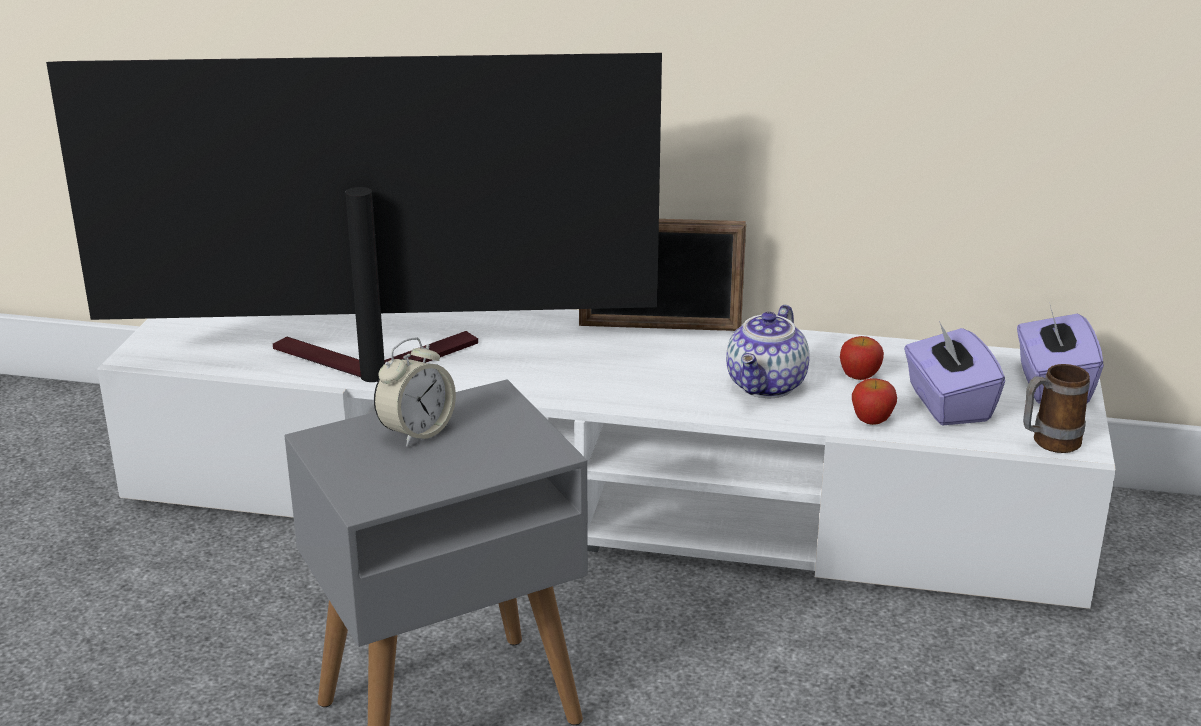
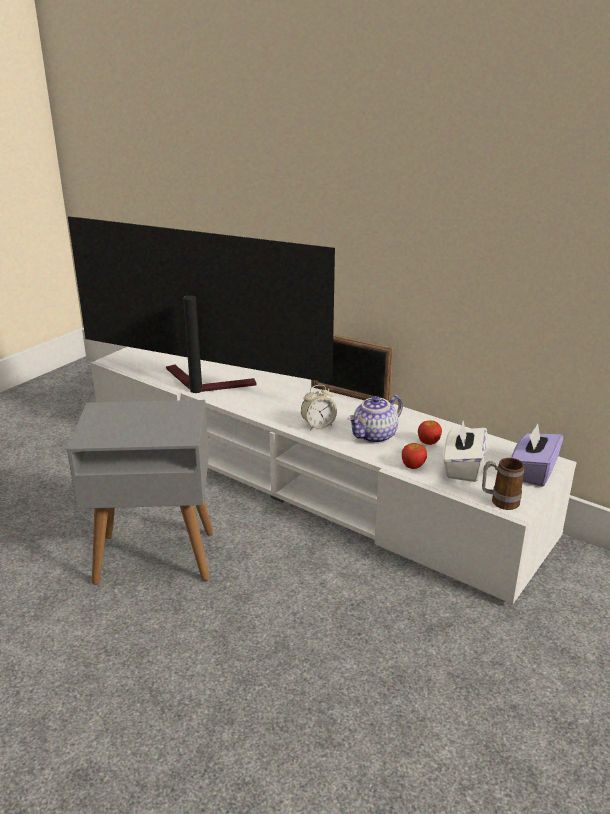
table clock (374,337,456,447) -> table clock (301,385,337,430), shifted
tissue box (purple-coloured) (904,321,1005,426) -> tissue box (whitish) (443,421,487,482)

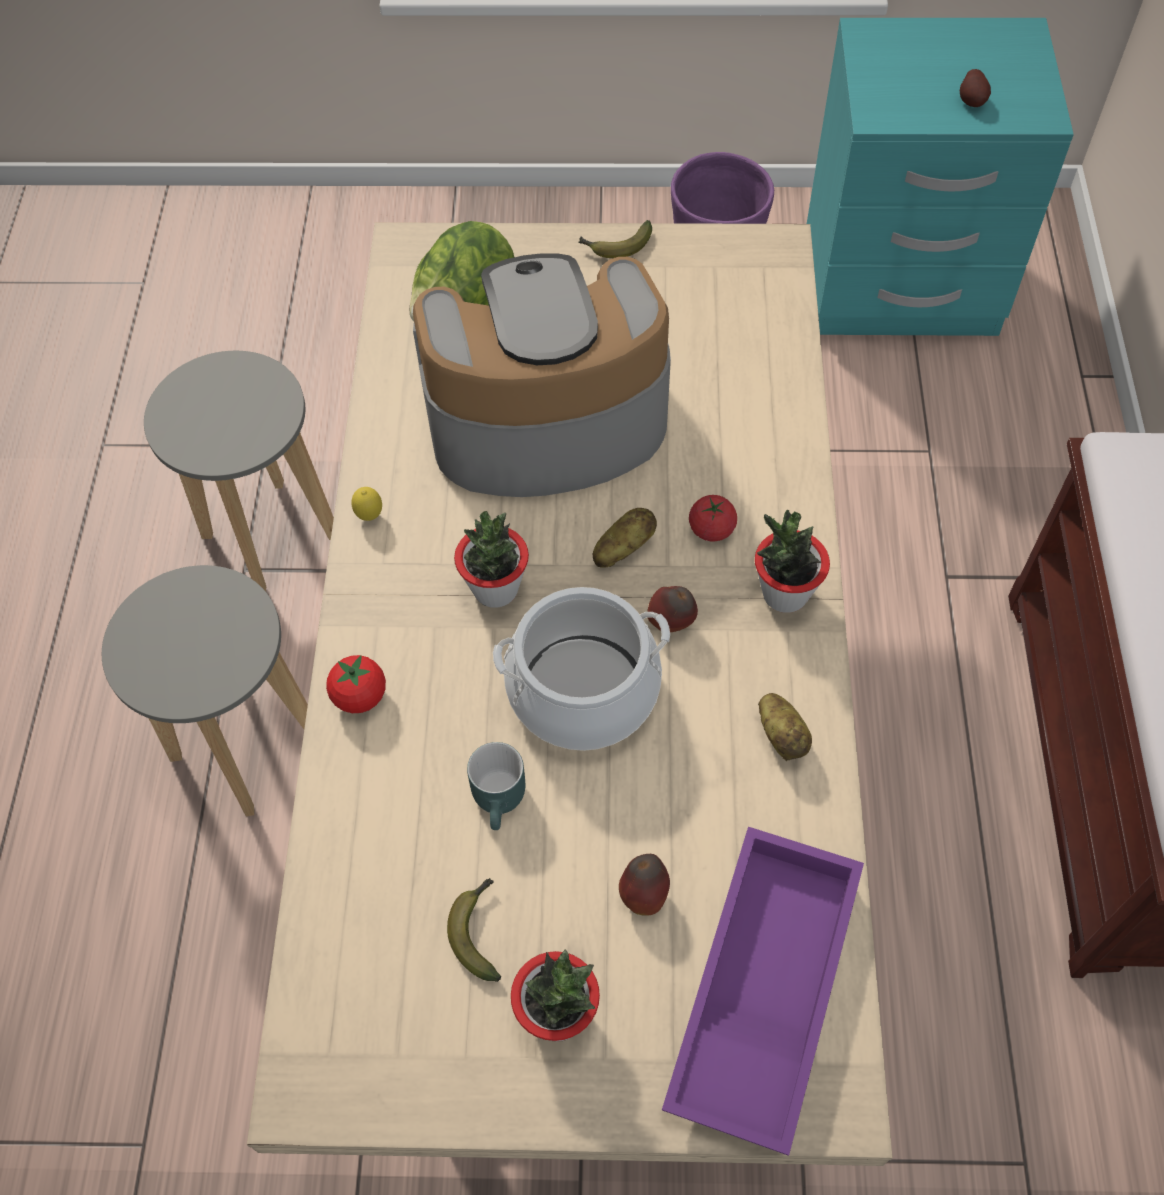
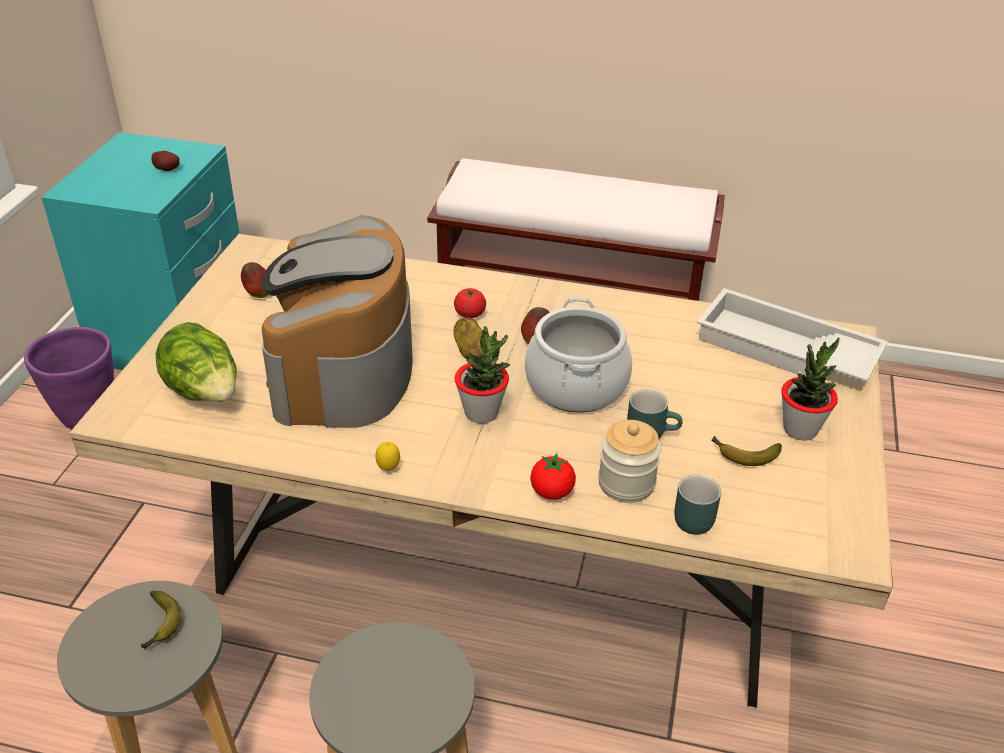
potted plant (755,510,830,613) -> none
spud (758,693,812,761) -> none
none -> preserve jar (598,420,661,503)
none -> mug (turquoise) (675,475,721,535)
banana (578,220,652,258) -> banana (141,591,181,650), shifted
apple fruit (619,854,670,916) -> apple fruit (241,262,268,298), shifted
serving tray (purple-coloured) (662,827,864,1156) -> serving tray (whitish) (697,288,888,383)

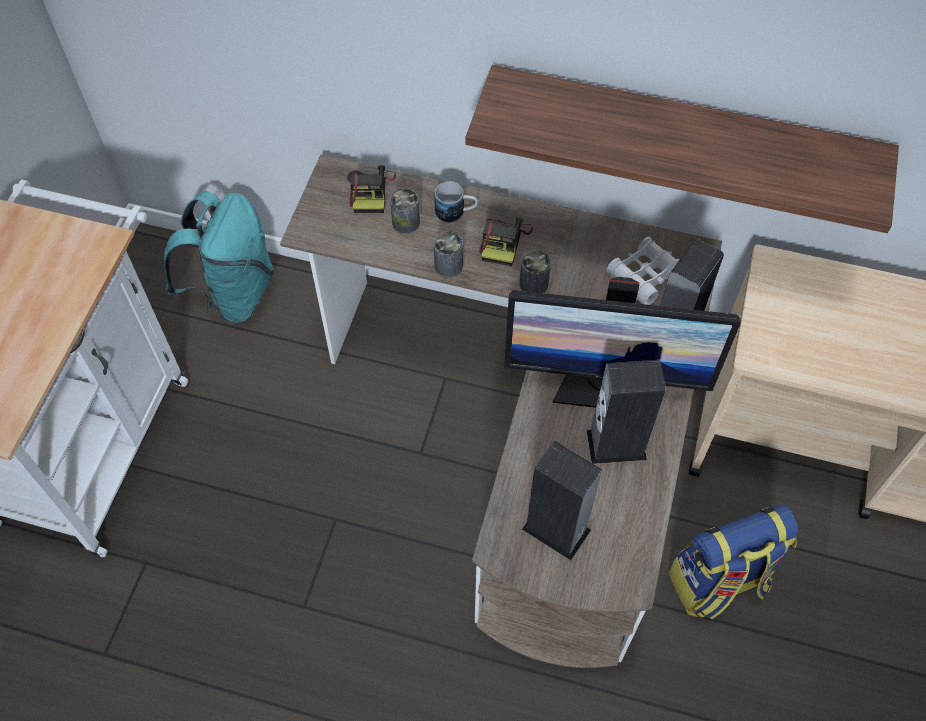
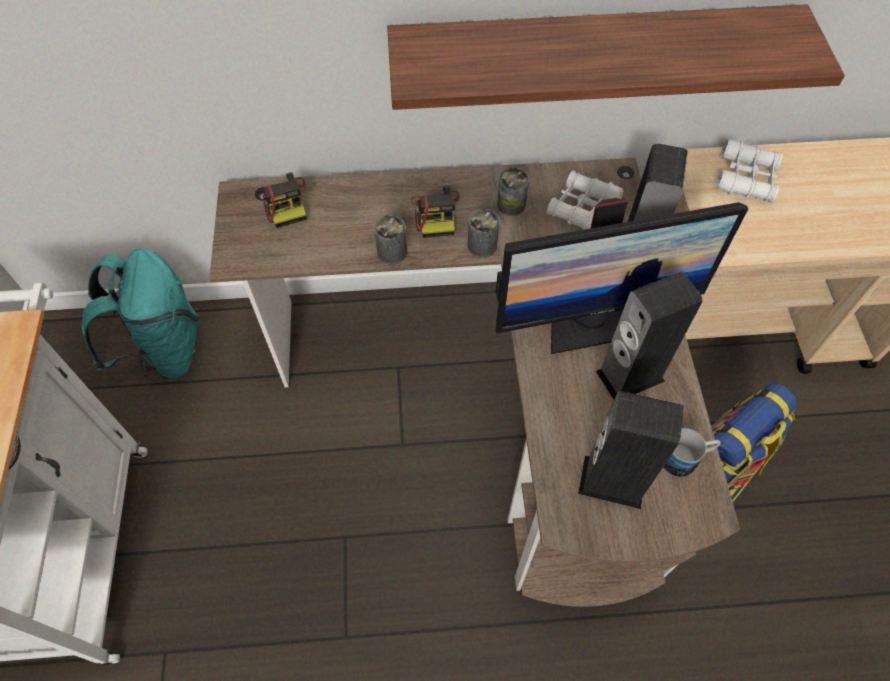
none -> field glasses (whitish) (716,139,783,203)
metal can (390,188,420,234) -> metal can (497,168,529,216), shifted
mug (434,181,478,223) -> mug (663,428,721,477), shifted

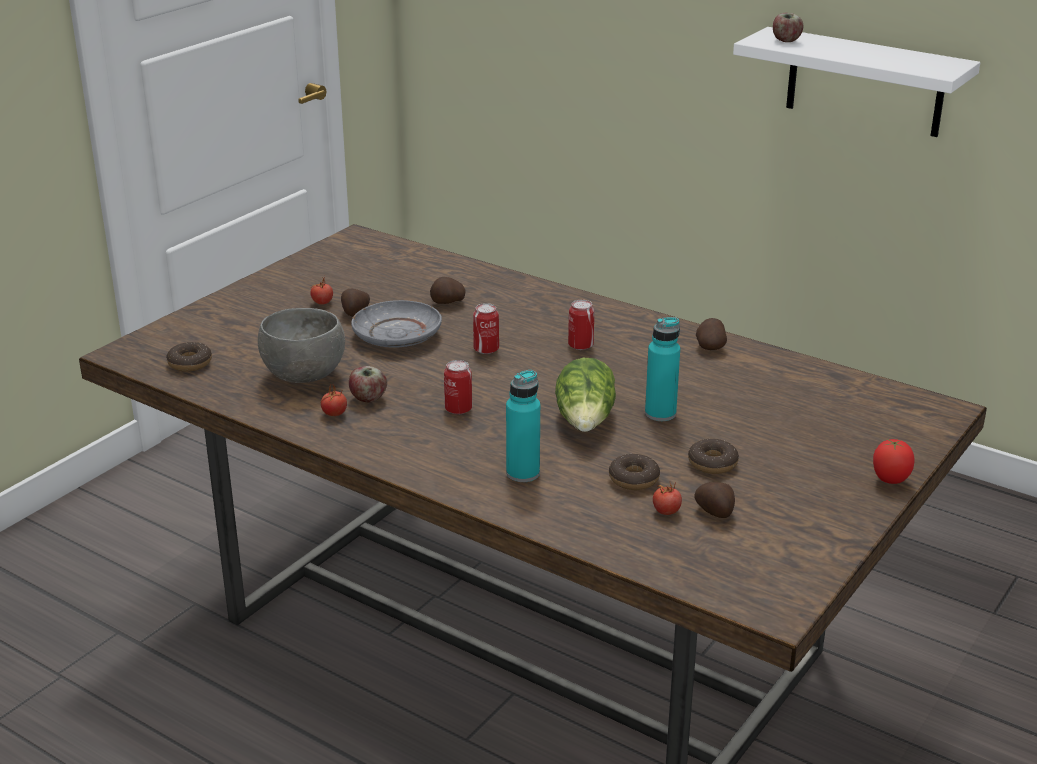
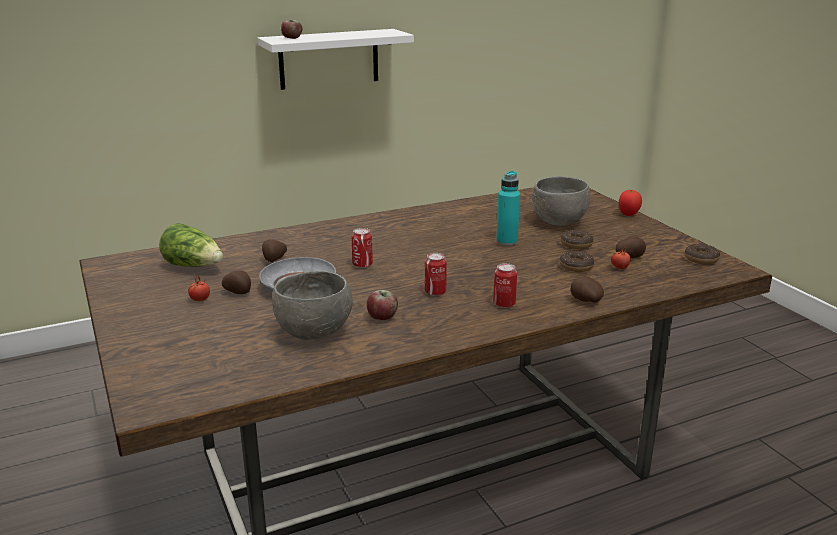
tomato (320,383,347,416) -> none
beverage bottle (turquoise) (506,370,540,482) -> none
none -> serving bowl (greyish) (532,176,591,226)
doughnut (166,342,212,372) -> doughnut (685,244,720,264), shifted
lettuce (555,358,616,432) -> lettuce (159,223,223,267), shifted
metal can (568,300,594,350) -> metal can (493,263,517,308), shifted
spud (696,318,727,350) -> spud (570,276,604,303), shifted

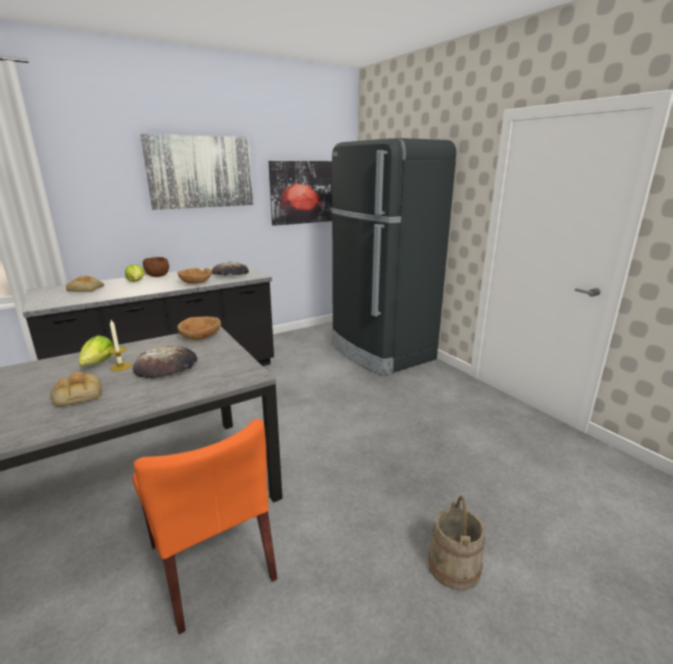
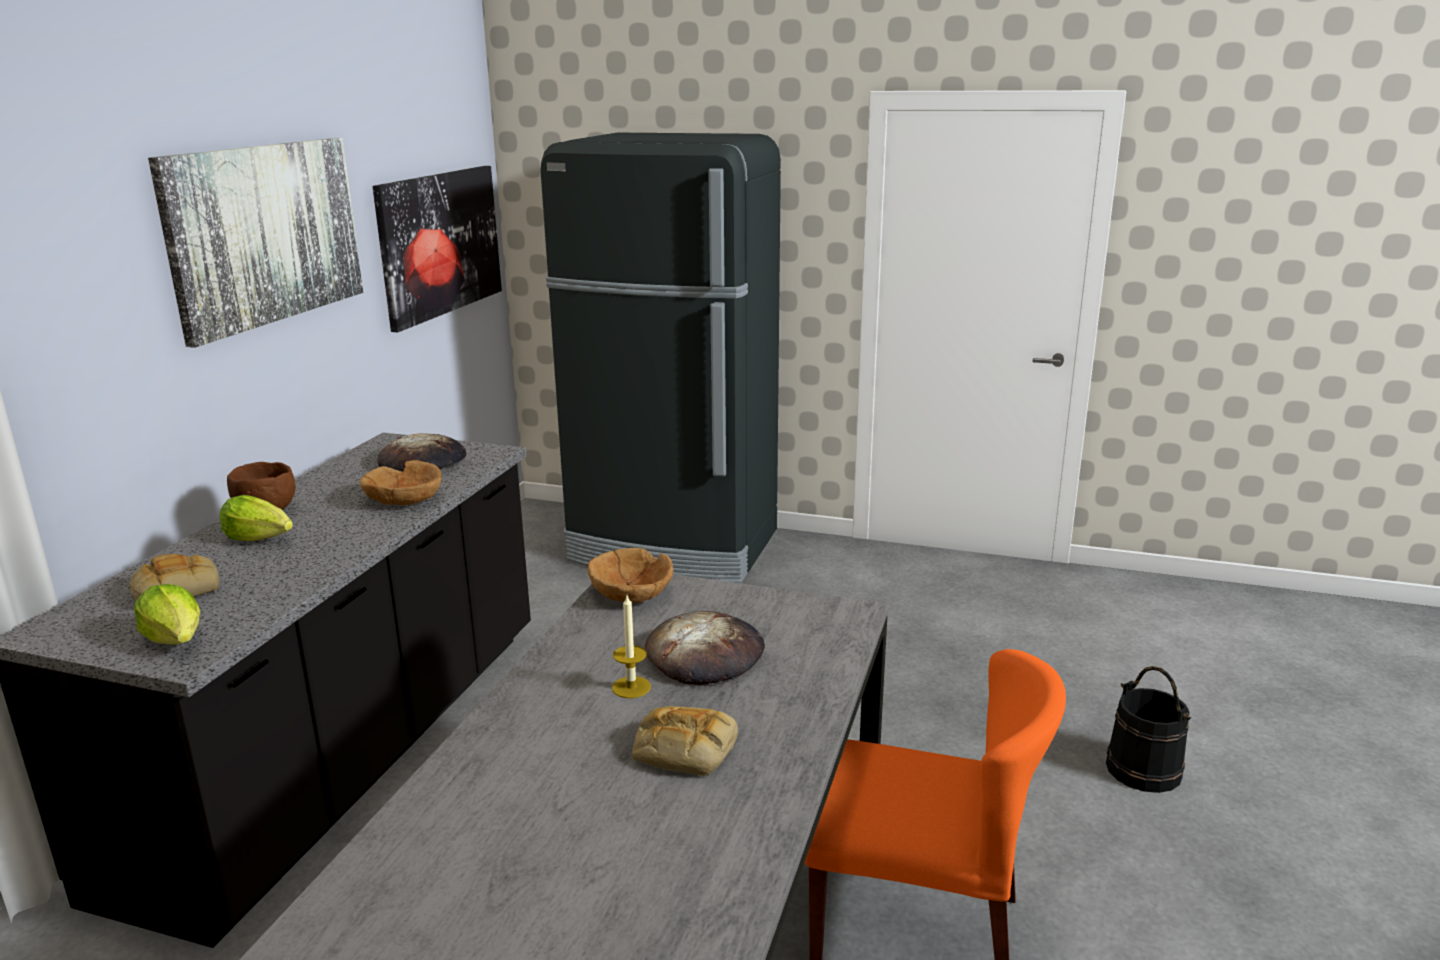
lettuce (78,336,115,366) -> lettuce (134,584,200,644), shifted
bucket (beige-coloured) (428,496,485,590) -> bucket (black-coloured) (1106,666,1191,793)

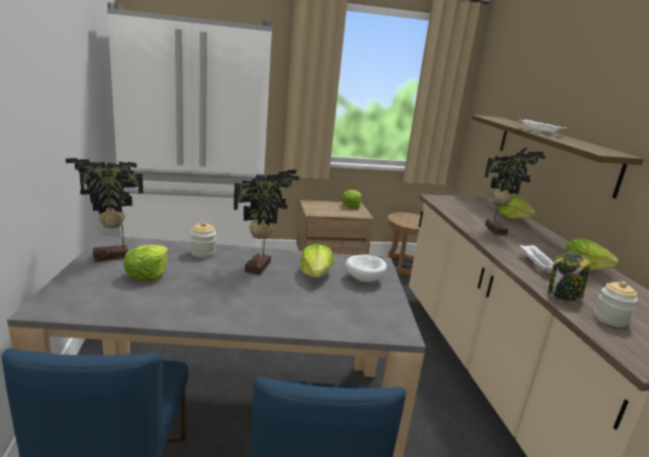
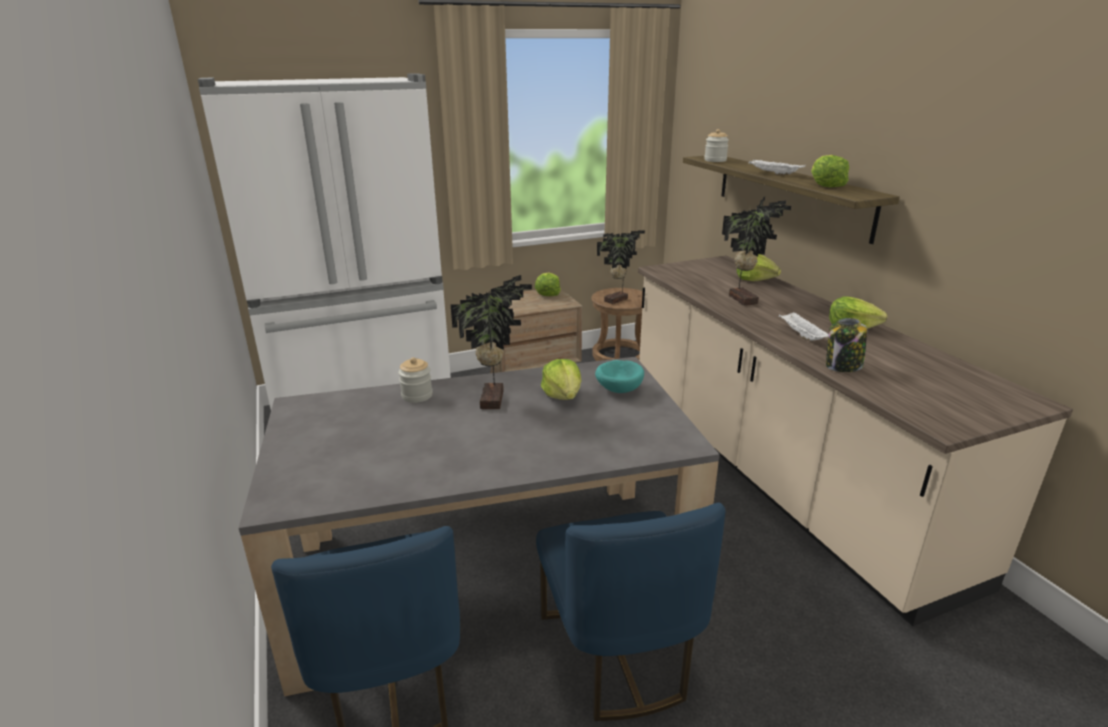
potted plant (65,158,143,261) -> potted plant (597,230,645,304), shifted
lettuce (123,245,169,281) -> lettuce (811,155,849,187), shifted
preserve jar (594,281,638,327) -> preserve jar (704,129,729,162), shifted
serving bowl (whitish) (346,255,387,282) -> serving bowl (turquoise) (595,360,644,393)

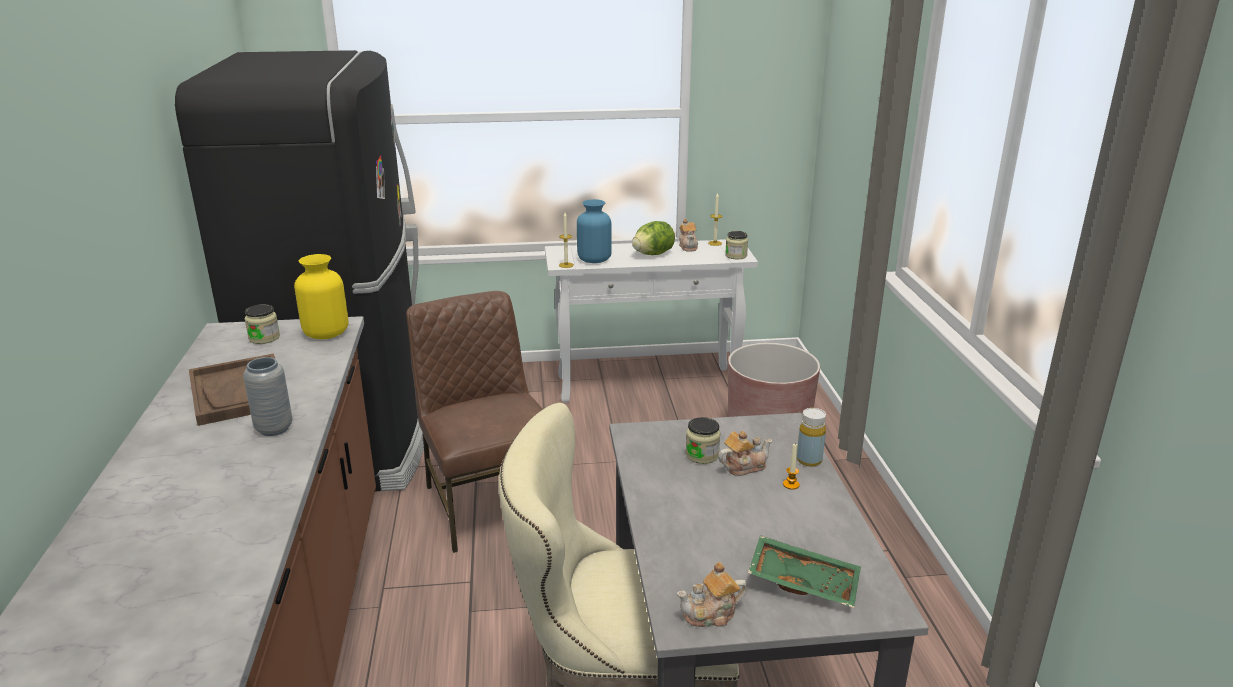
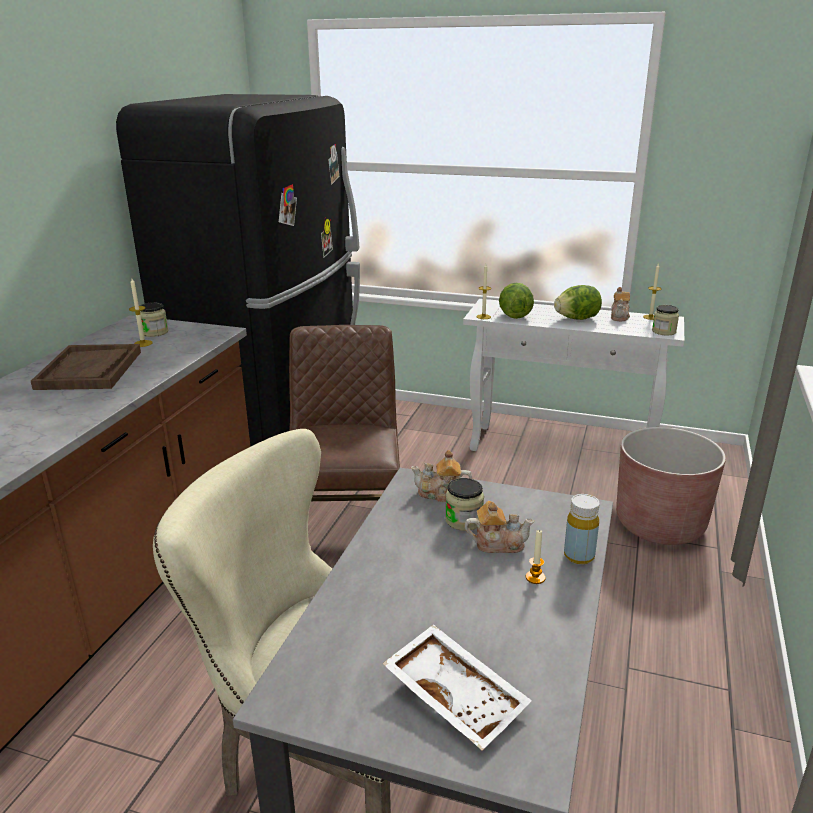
decorative vase (greyish) (243,357,292,436) -> none
decorative vase (yellow) (294,254,349,339) -> none
none -> wax candle (129,279,152,347)
pot for tea (677,562,748,627) -> pot for tea (411,450,472,502), shifted
decorative vase (blue) (577,199,612,263) -> lettuce (499,283,534,319)
serving tray (green) (748,535,861,608) -> serving tray (whitish) (382,624,532,750)

